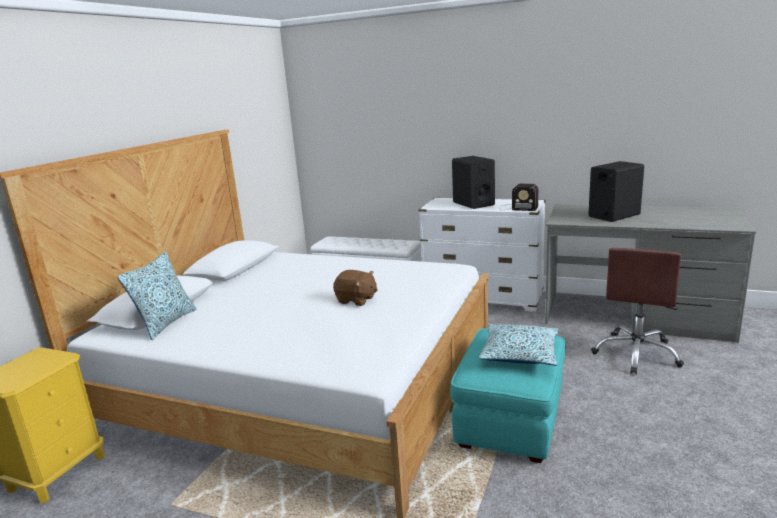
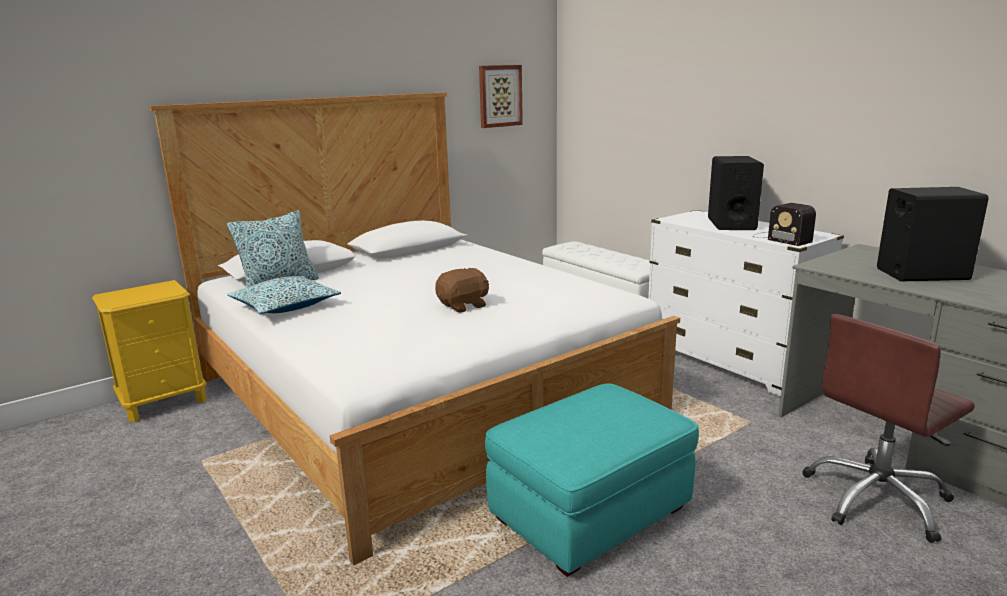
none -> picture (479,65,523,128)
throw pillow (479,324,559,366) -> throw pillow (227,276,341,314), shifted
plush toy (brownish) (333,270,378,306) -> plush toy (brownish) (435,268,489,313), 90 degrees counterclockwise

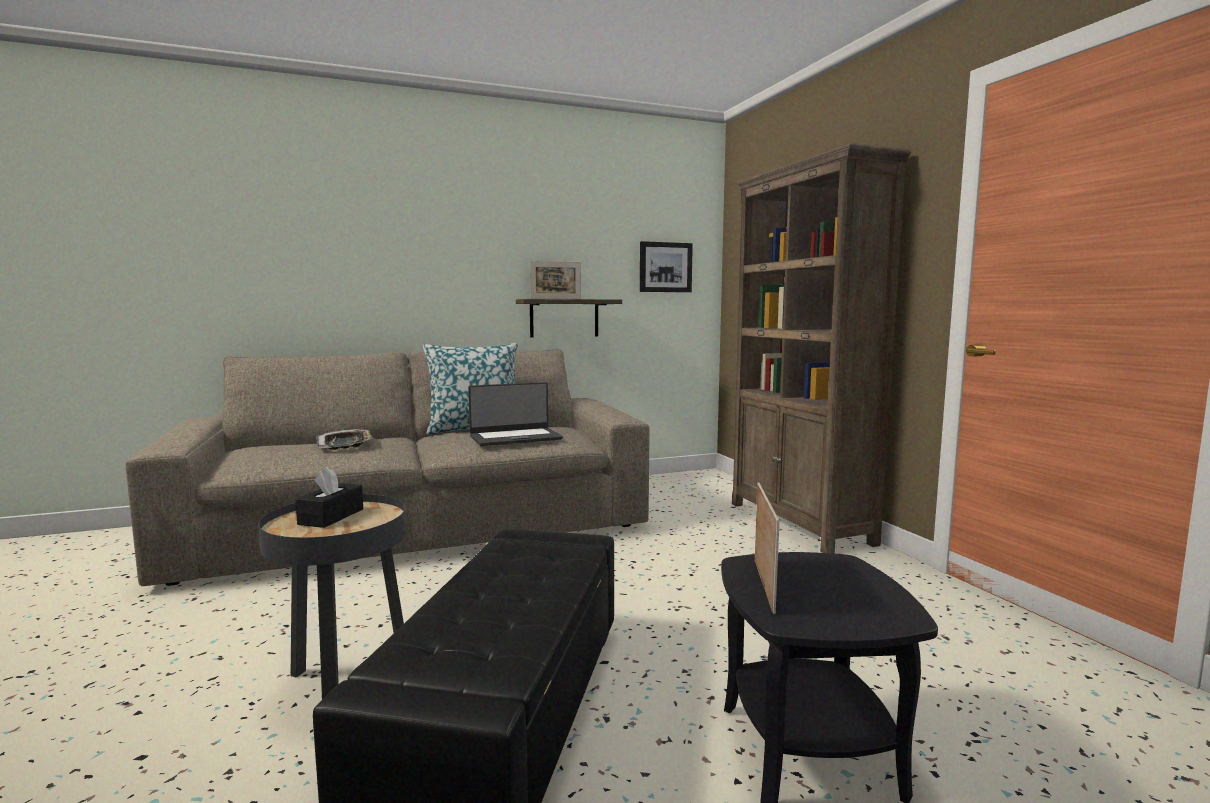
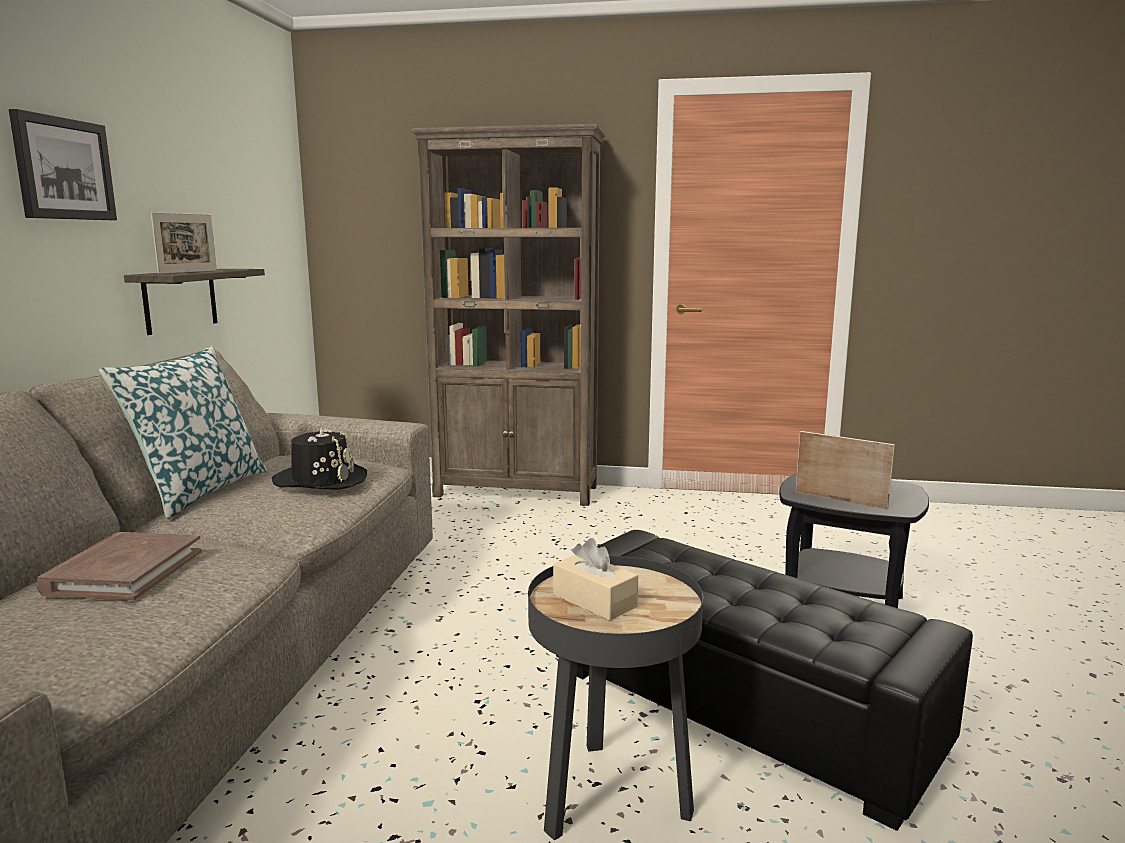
picture (640,241,693,292) -> picture (9,109,117,220), shifted
serving tray (317,429,373,450) -> bound book (brownish) (36,532,202,600)
portable computer (468,382,563,446) -> wearable hat (black-coloured) (272,427,367,489)
tissue box (black-coloured) (295,467,363,528) -> tissue box (beige-coloured) (553,538,638,621)

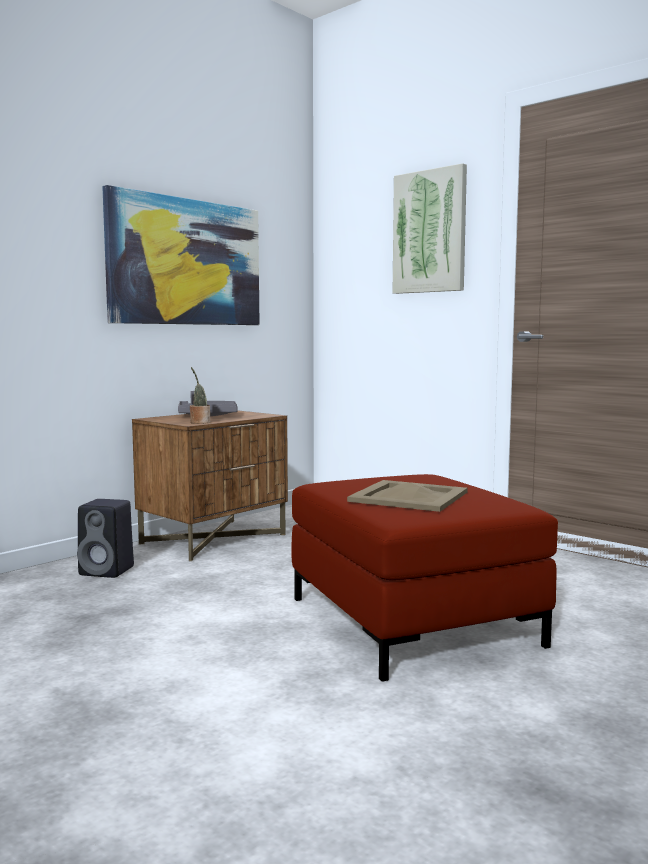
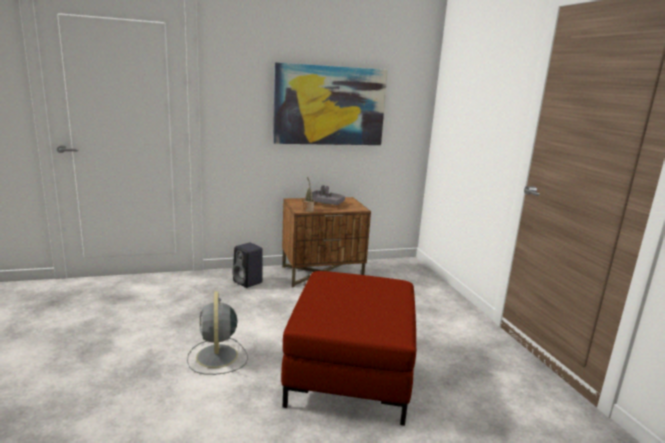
serving tray (beige-coloured) (347,480,468,512) -> none
picture (393,163,467,294) -> none
none -> cooling fan (greyish) (187,291,248,375)

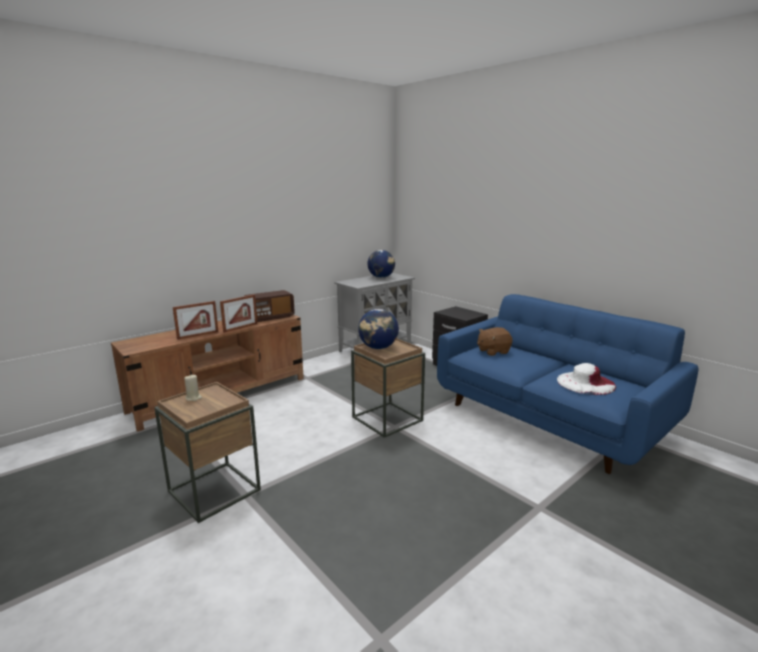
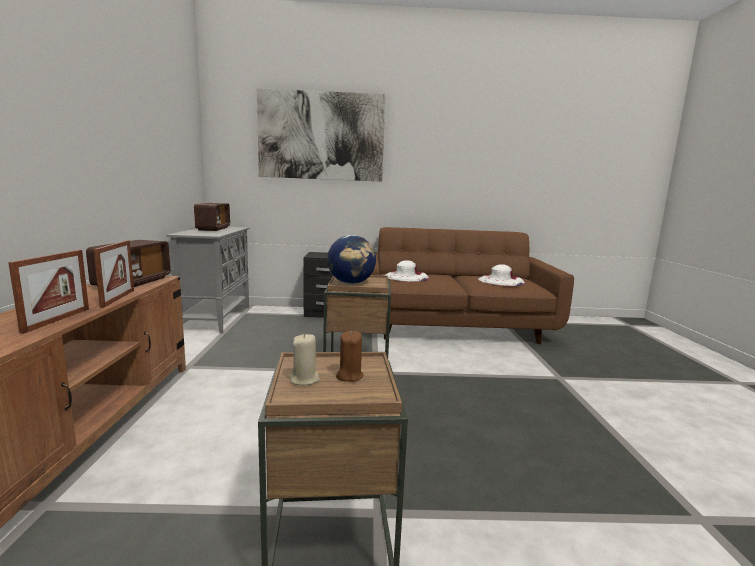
none -> picture (257,88,386,182)
none -> wax candle (brownish) (336,331,364,382)
desk globe (367,250,395,278) -> radio receiver (194,203,230,231)
plush toy (brownish) (477,327,512,356) -> wearable hat (whitish) (385,260,430,282)
sofa (blue) (437,294,698,474) -> sofa (brownish) (371,227,574,344)

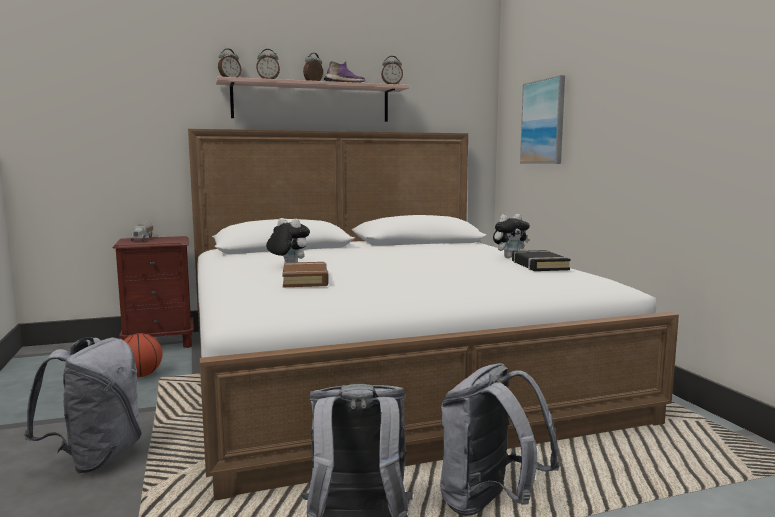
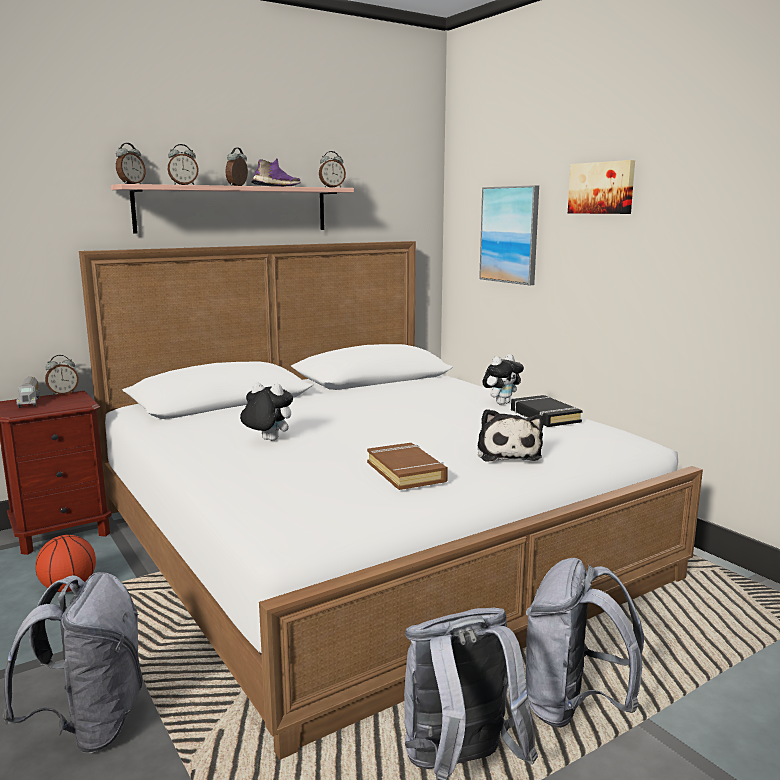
none -> table clock (45,355,79,395)
none -> plush toy (477,409,544,462)
none -> picture (568,160,635,214)
bound book (brownish) (282,262,329,287) -> bound book (brownish) (367,443,448,490), shifted

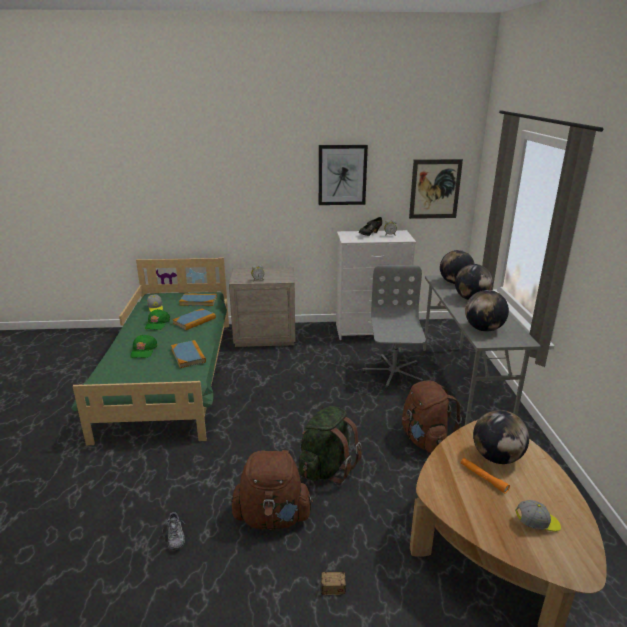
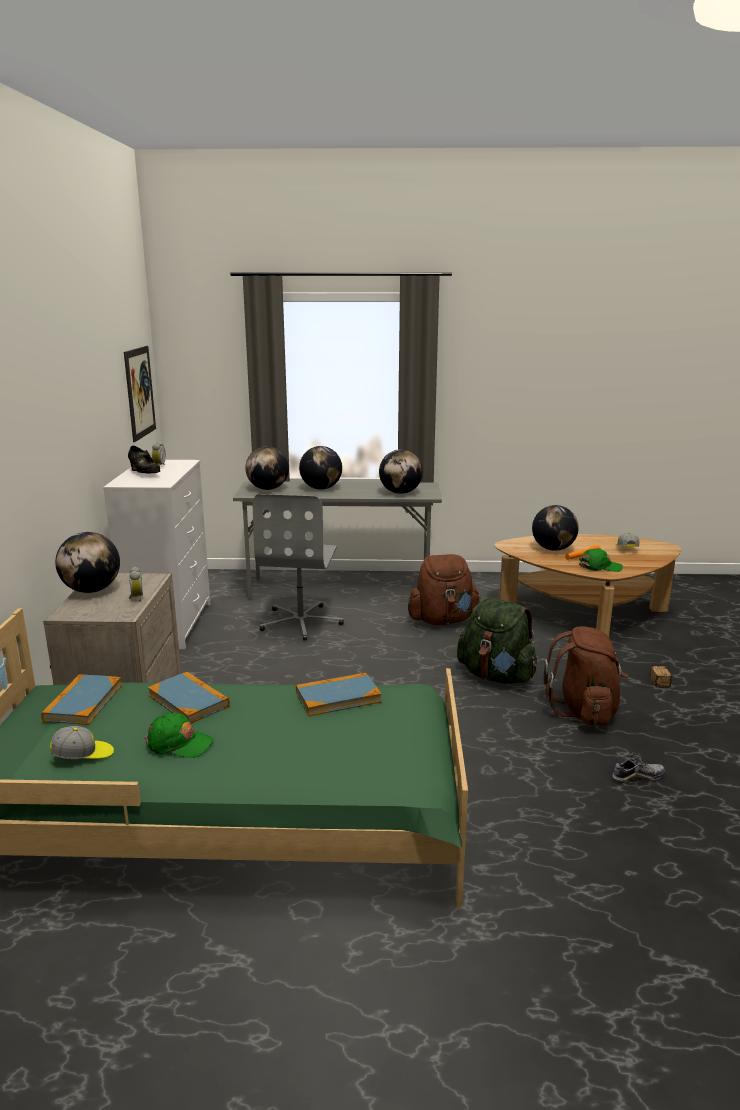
picture (319,145,368,205) -> none
none -> desk globe (55,532,120,593)
peaked cap (green) (130,335,157,358) -> peaked cap (green) (579,549,623,572), shifted
computer chair (greyish) (362,265,426,389) -> computer chair (greyish) (253,494,344,640), 90 degrees counterclockwise

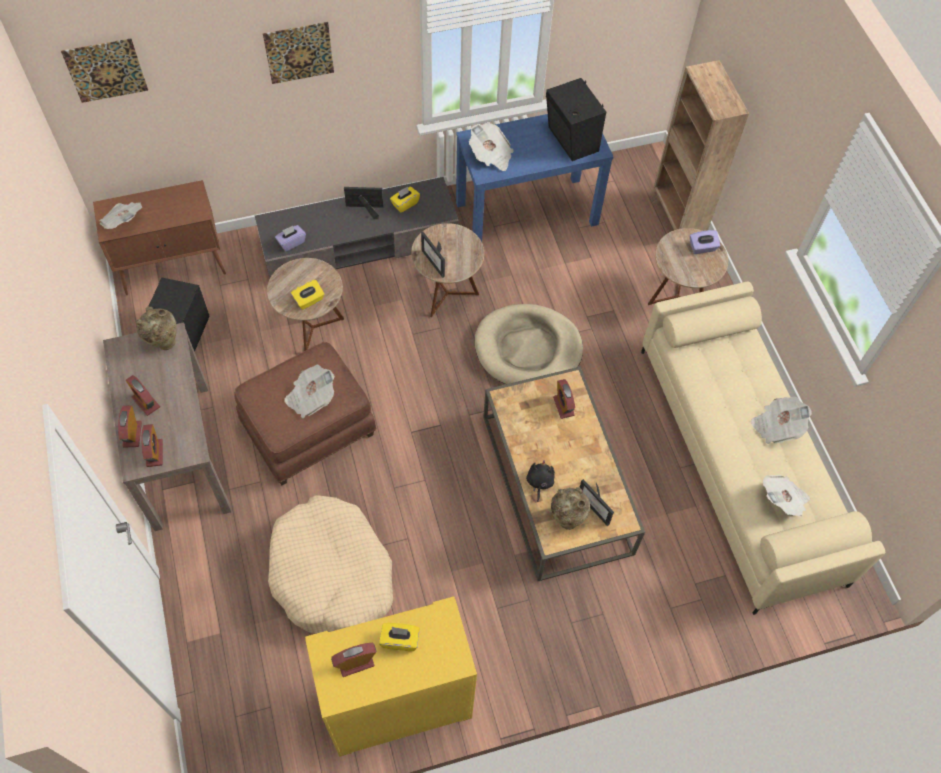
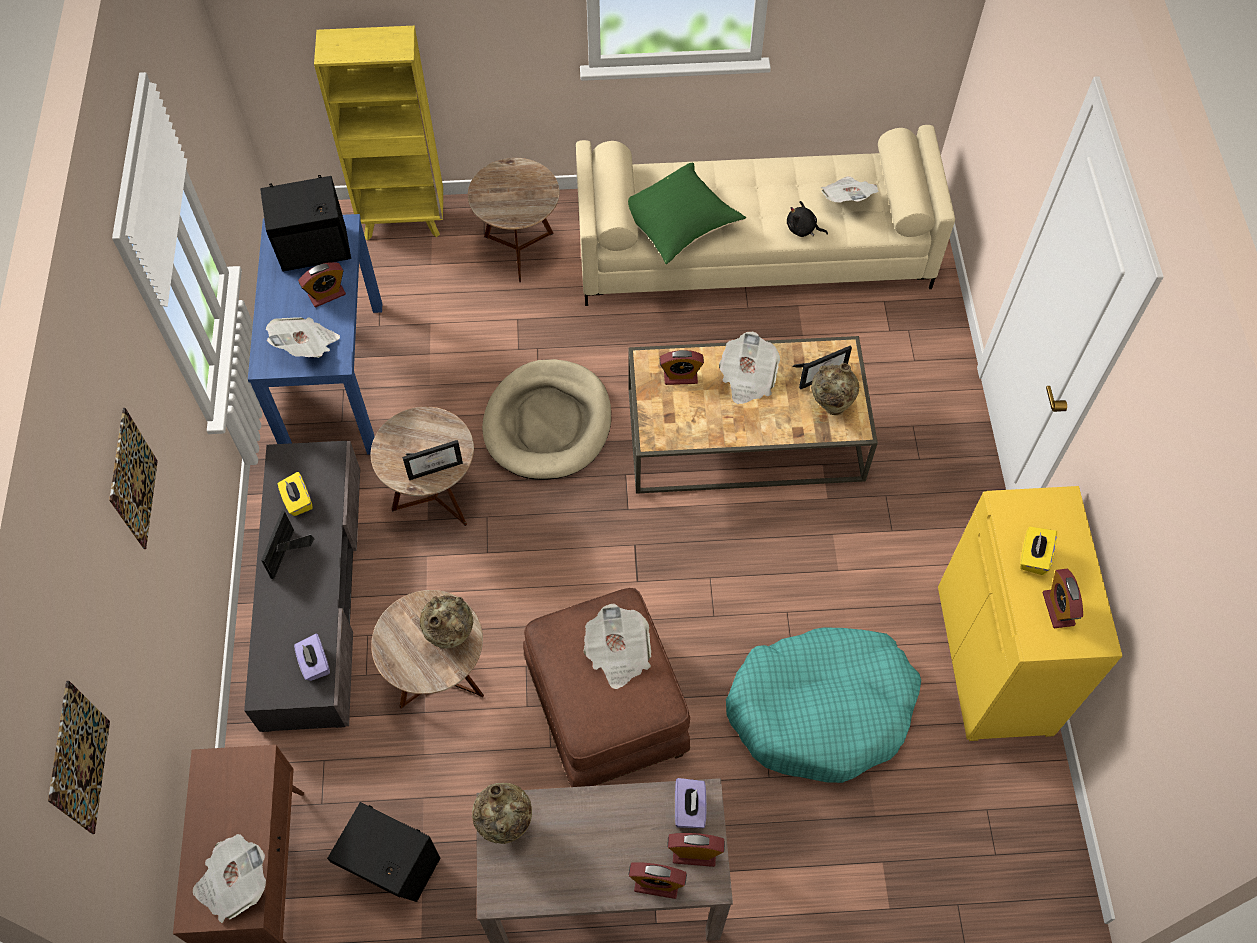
none -> throw pillow (green) (628,163,746,264)
table clock (126,375,160,416) -> table clock (298,262,346,307), shifted
plush toy (black-coloured) (526,460,555,502) -> plush toy (black-coloured) (787,201,828,237), shifted
tissue box (purple-coloured) (690,230,720,254) -> tissue box (purple-coloured) (675,778,707,828), shifted
daily paper (751,397,812,444) -> daily paper (719,332,780,404), shifted
tissue box (yellow) (291,280,324,310) -> decorative vase (beige-coloured) (419,595,474,648)
dog cushion (beige-coloured) (268,495,393,633) -> dog cushion (turquoise) (726,627,921,783)
bookcase (brownish) (651,60,749,231) -> bookcase (yellow) (314,26,443,241)

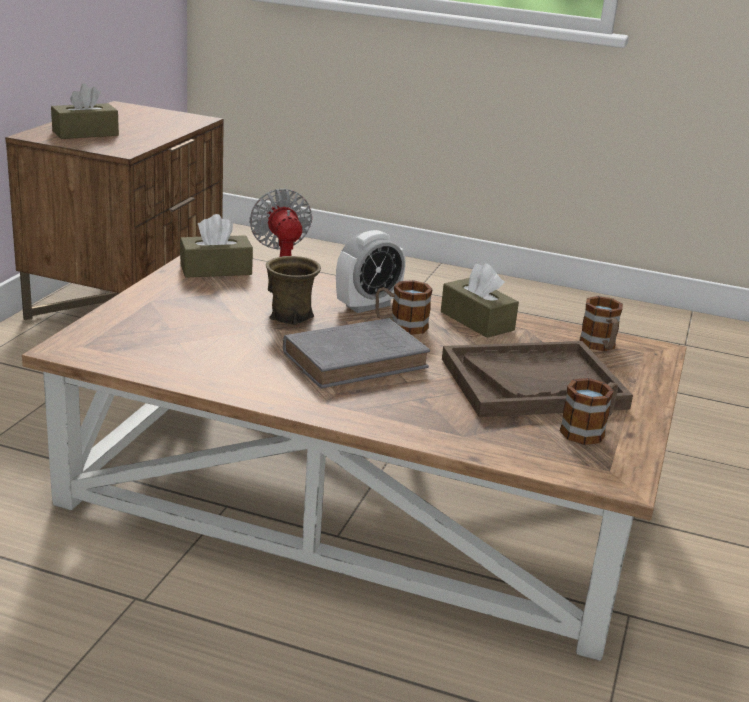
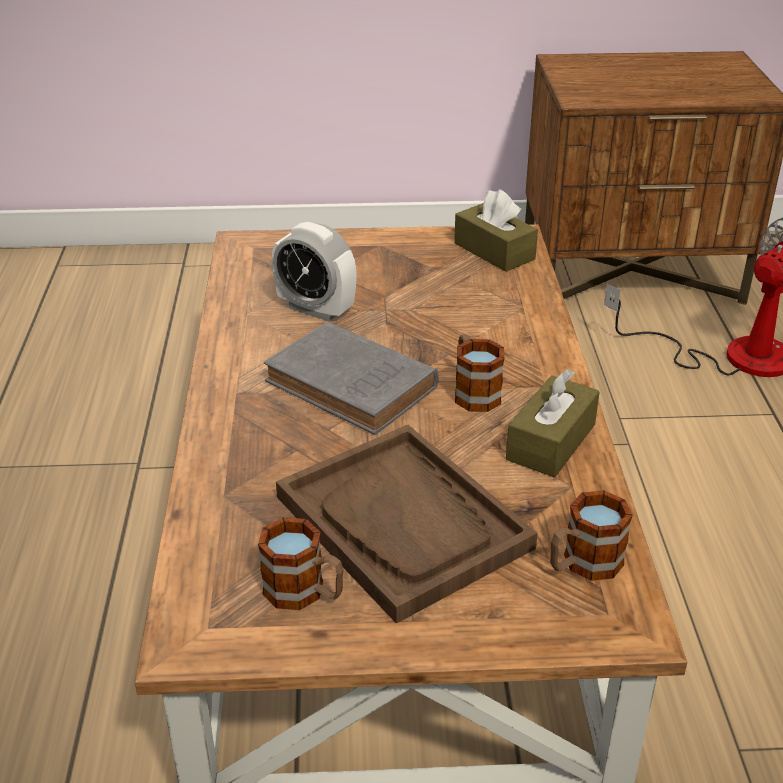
tissue box (brownish) (51,83,119,139) -> none
mug (brownish) (266,256,321,325) -> none
table clock (336,230,405,313) -> table clock (272,222,356,321), shifted

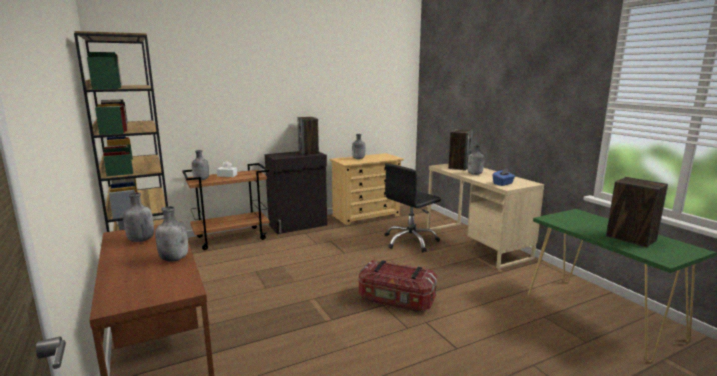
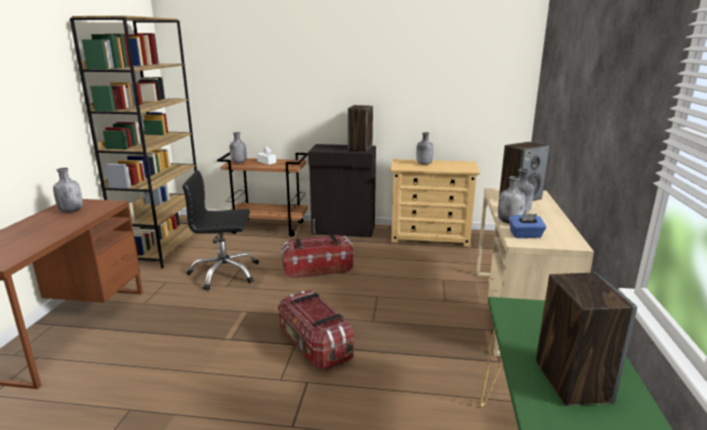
none -> storage bin (281,235,353,279)
beverage bottle (greyish) (155,206,188,262) -> beverage bottle (greyish) (498,176,525,223), shifted
computer chair (black-coloured) (385,163,441,252) -> computer chair (black-coloured) (182,170,259,291), shifted

